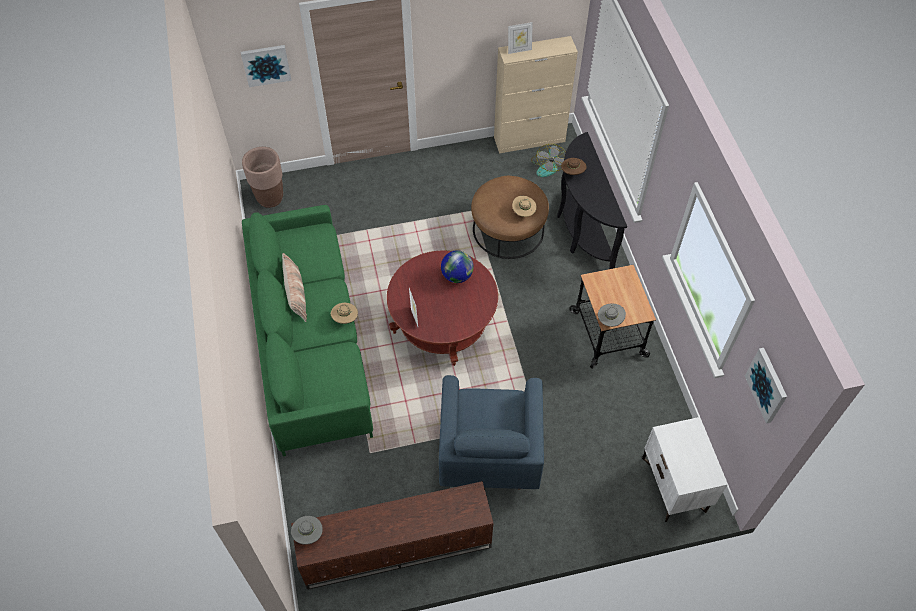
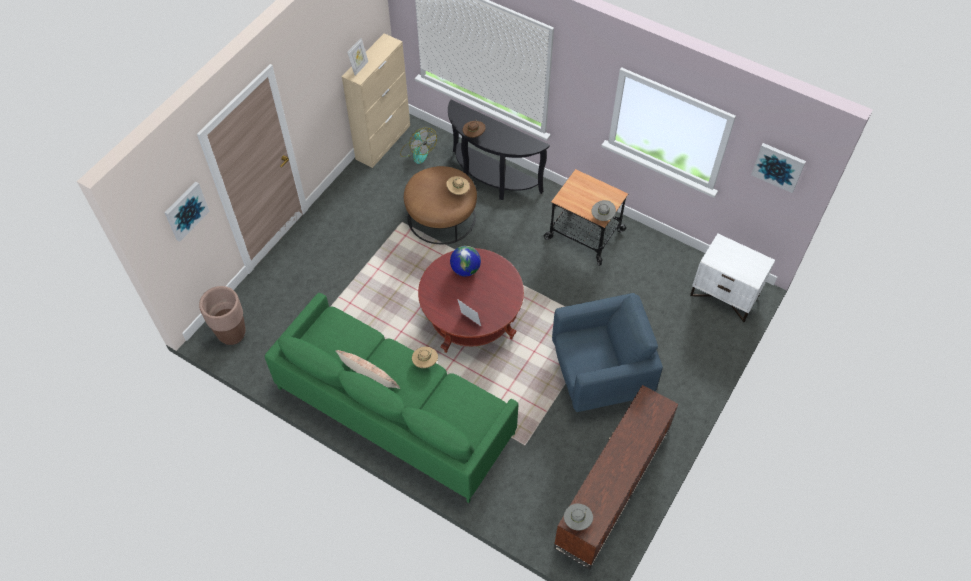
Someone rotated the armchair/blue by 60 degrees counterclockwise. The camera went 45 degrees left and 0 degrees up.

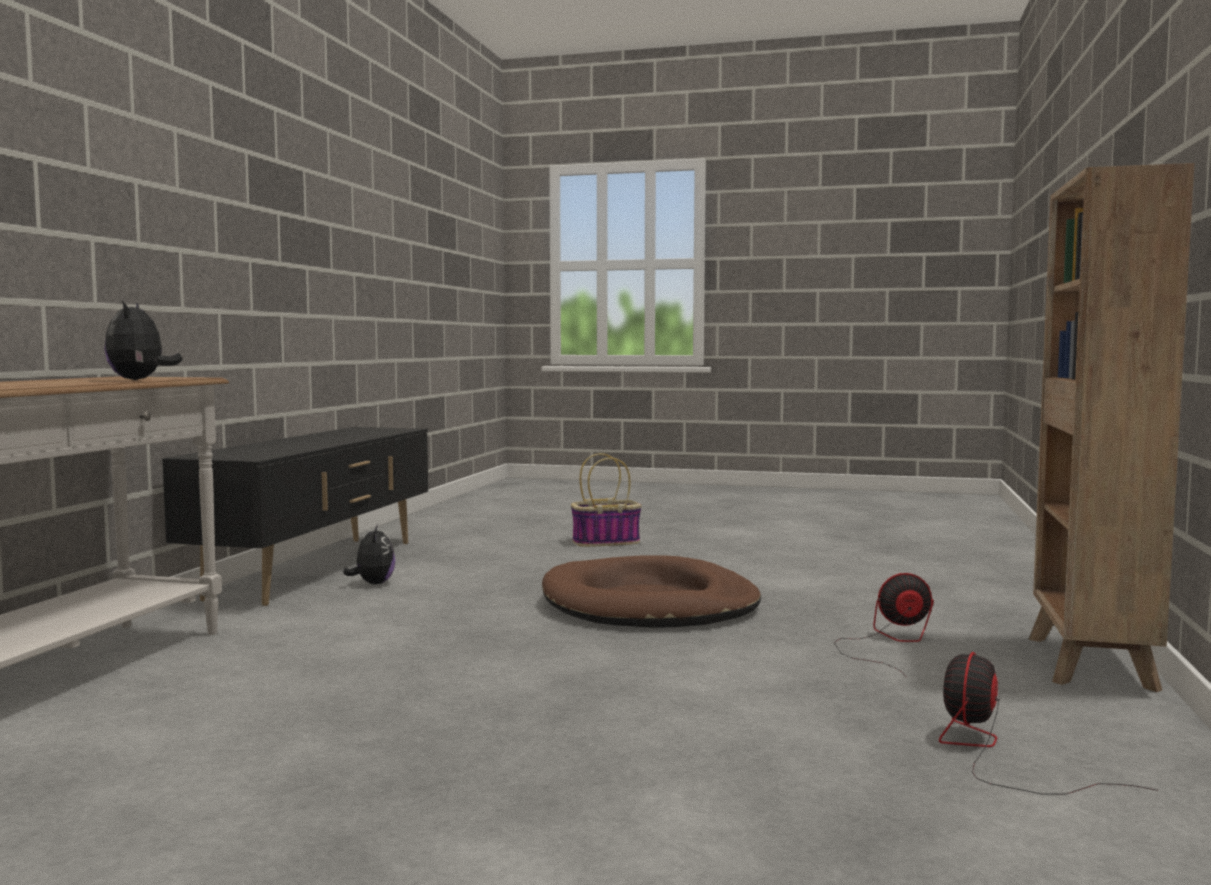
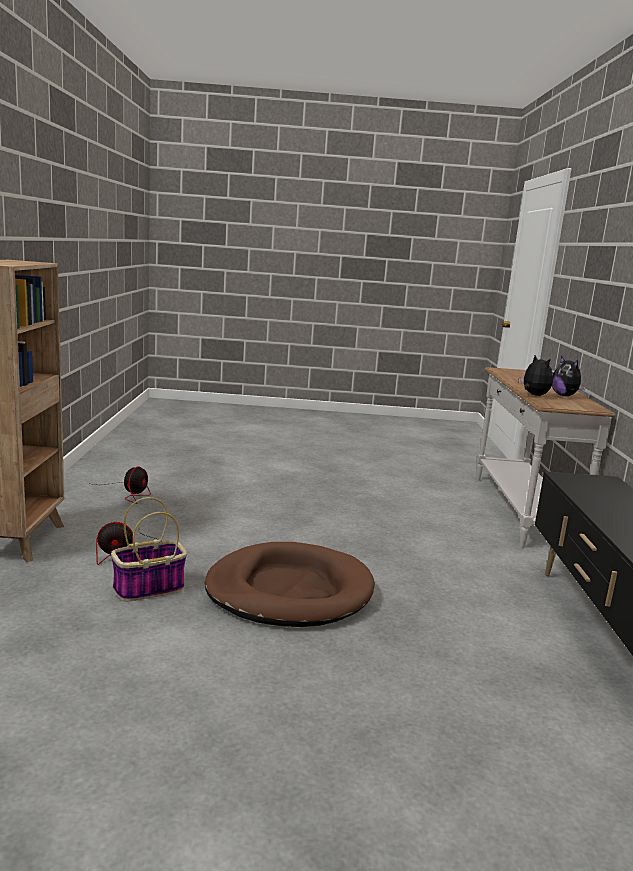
Someone carried the basket. Someone carried the plush toy (no. 2 from left). The camera went 165 degrees right and 10 degrees up.

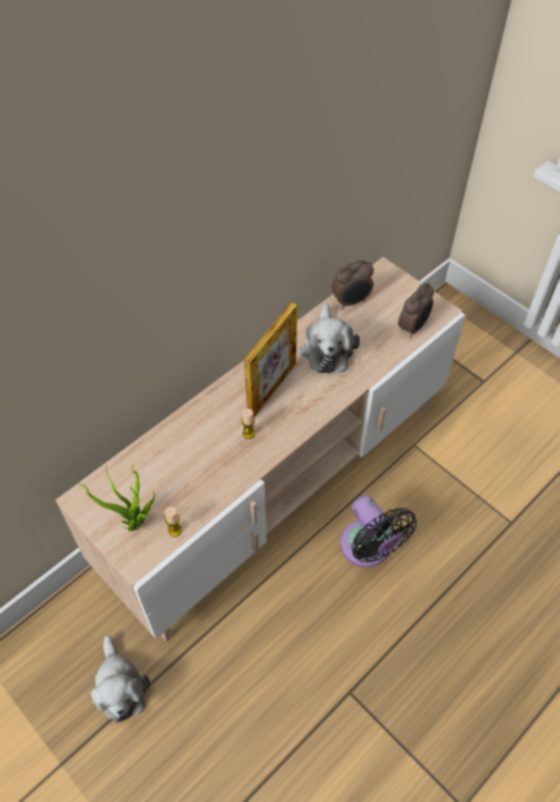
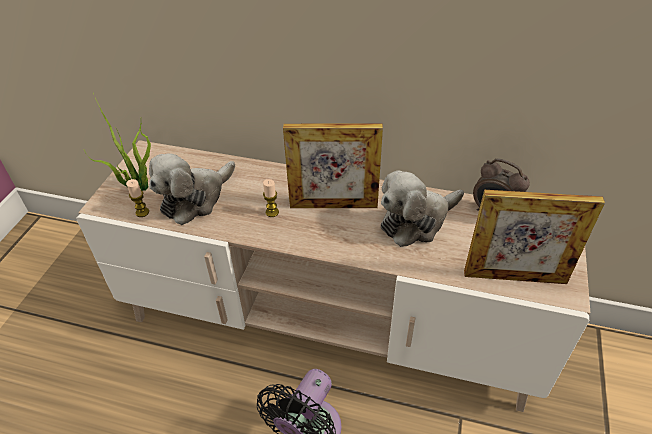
Someone carried the plush toy (no. 1 from left). Someone swapped the alarm clock (no. 2 from left) for the picture frame (no. 2 from left). The camera went 60 degrees right and 10 degrees down.

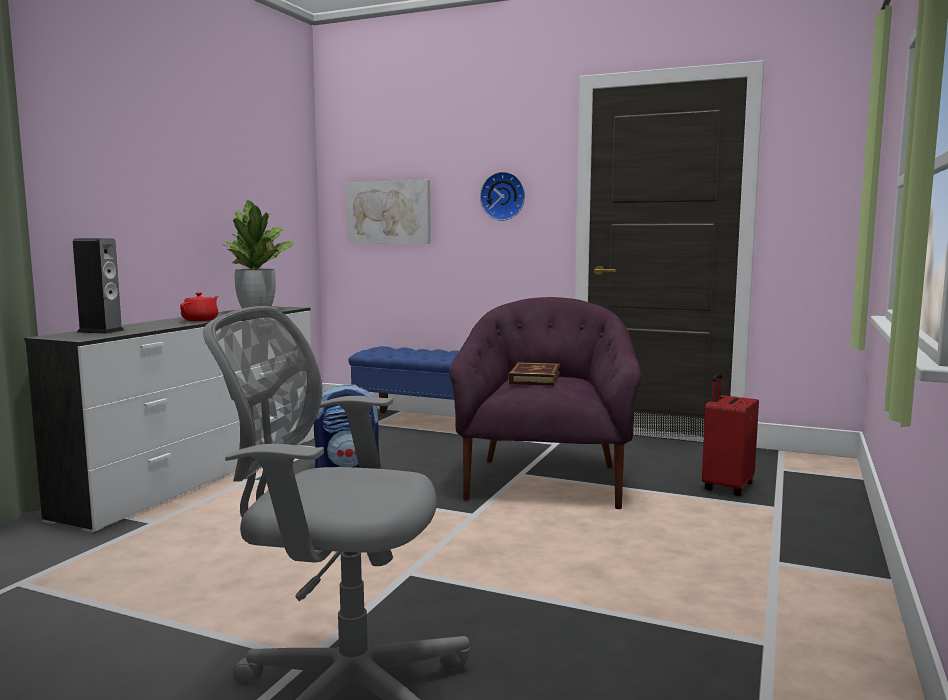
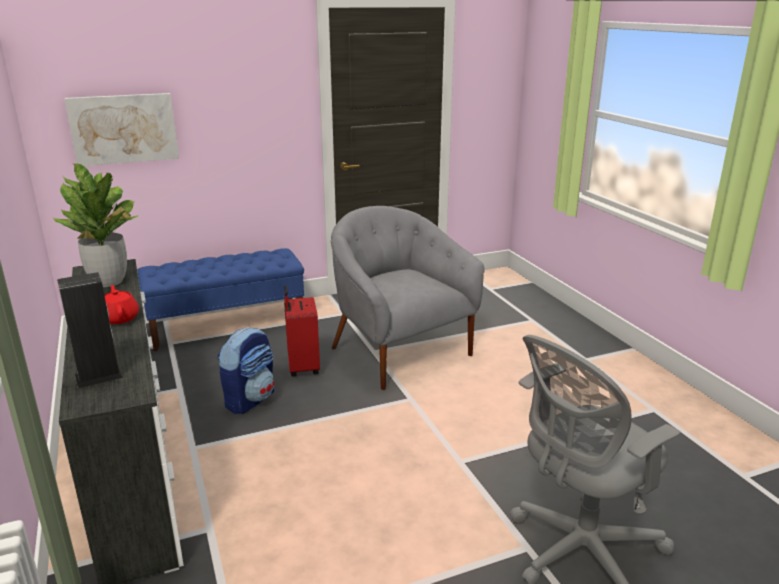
Someone carried the suitcase/red. Someone repainted the armchair/purple, which became the armchair/grey. Someone took away the wall clock. Someone took away the book. The camera went 45 degrees left and 15 degrees up.

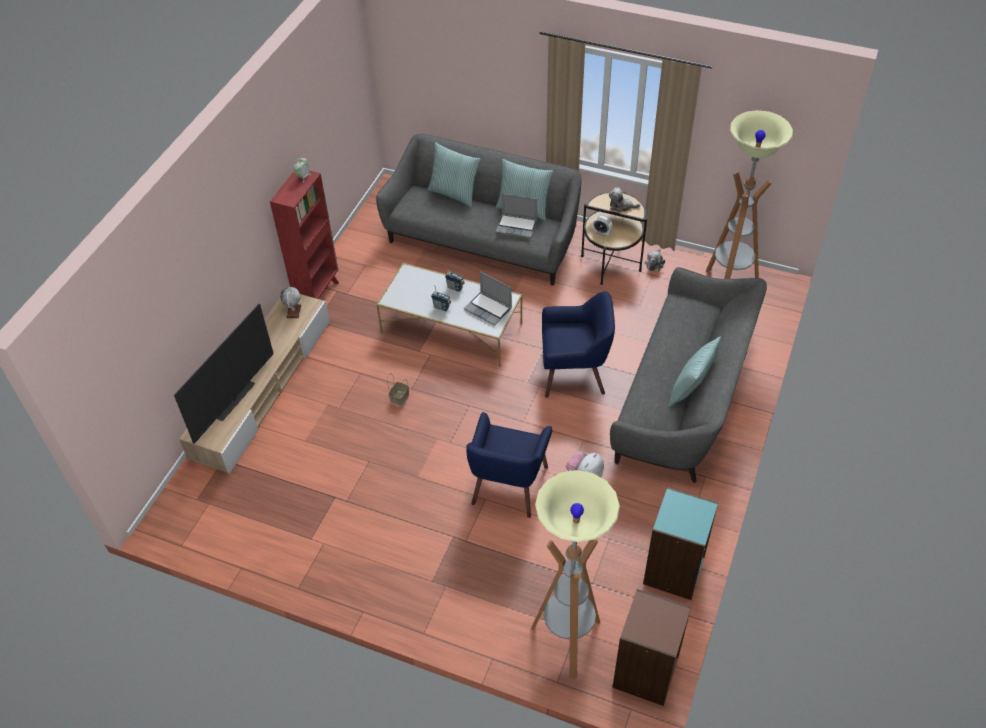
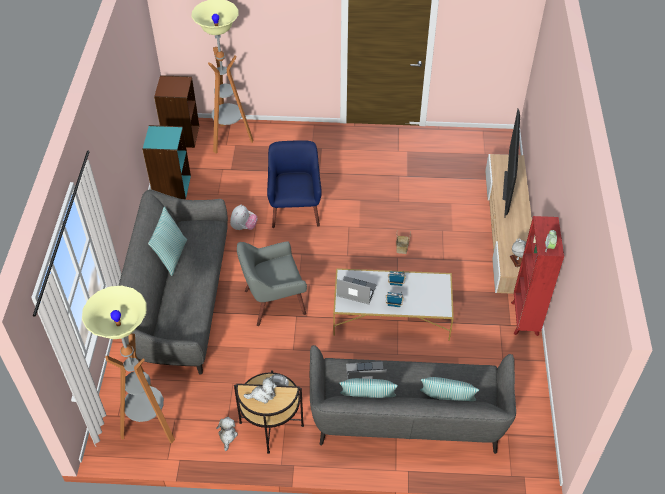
Someone repainted the armchair/blue (no. 2 from left), which became the armchair/grey. The camera went 160 degrees right and 0 degrees up.

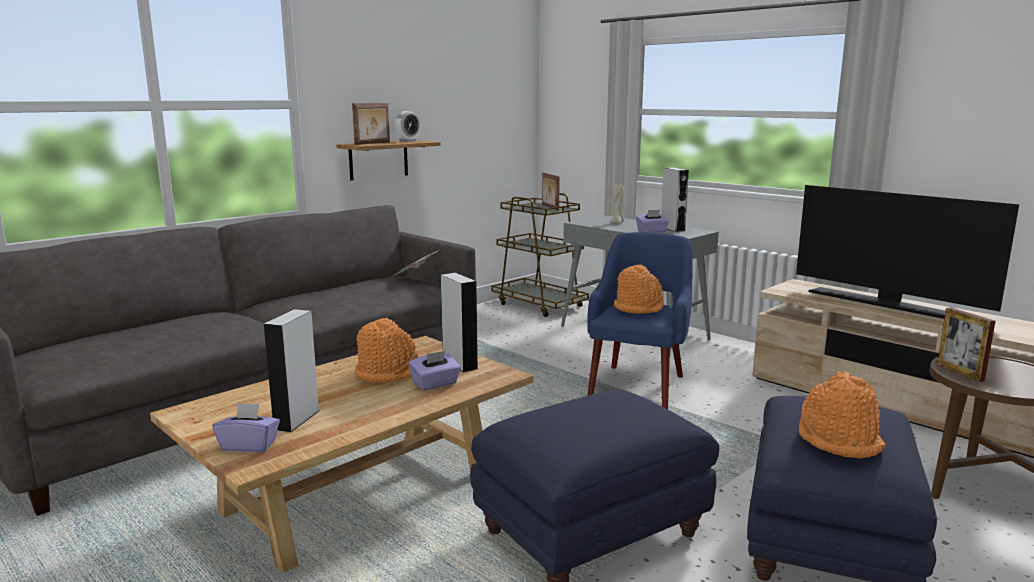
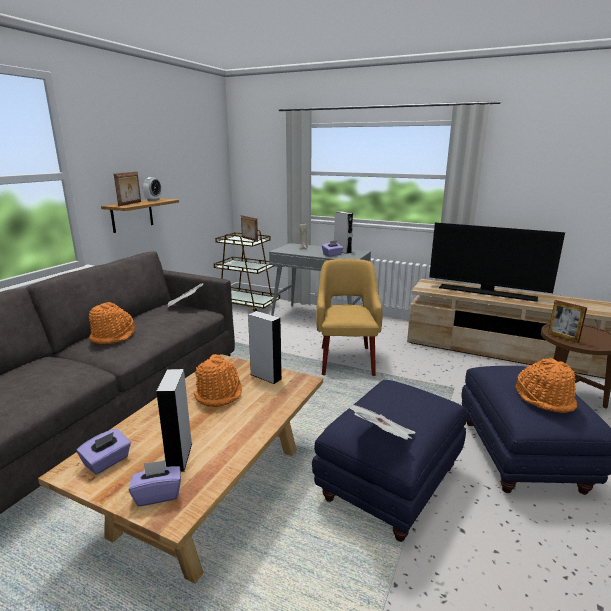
Someone carried the tissue box/purple (no. 2 from left in the first image). Someone carried the hat/orange (no. 2 from left in the first image). Someone repainted the armchair/blue, which became the armchair/yellow. Someone put down the newspaper (no. 2 from left). The camera went 20 degrees left and 5 degrees up.

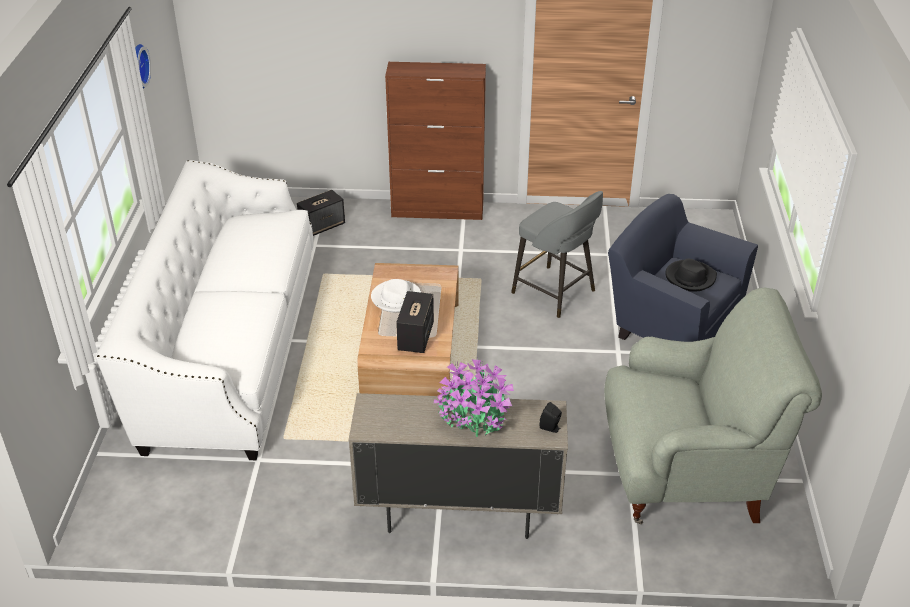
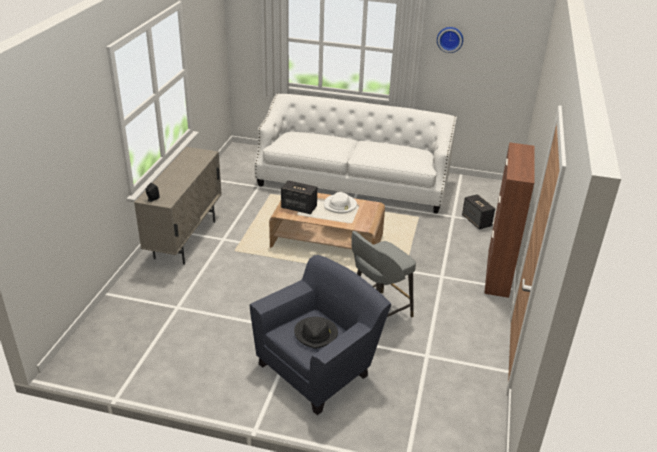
Someone took away the potted plant. Someone took away the armchair/grey. The camera went 100 degrees right and 5 degrees down.

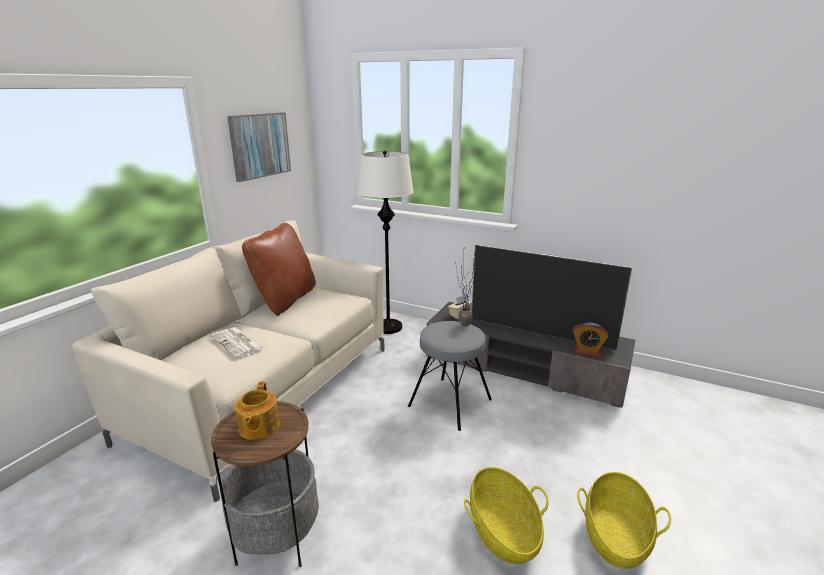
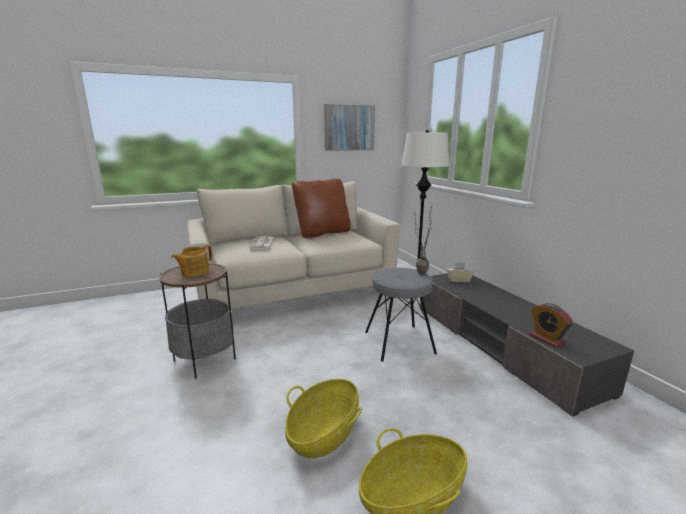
Someone took away the television. The camera went 40 degrees right and 5 degrees down.

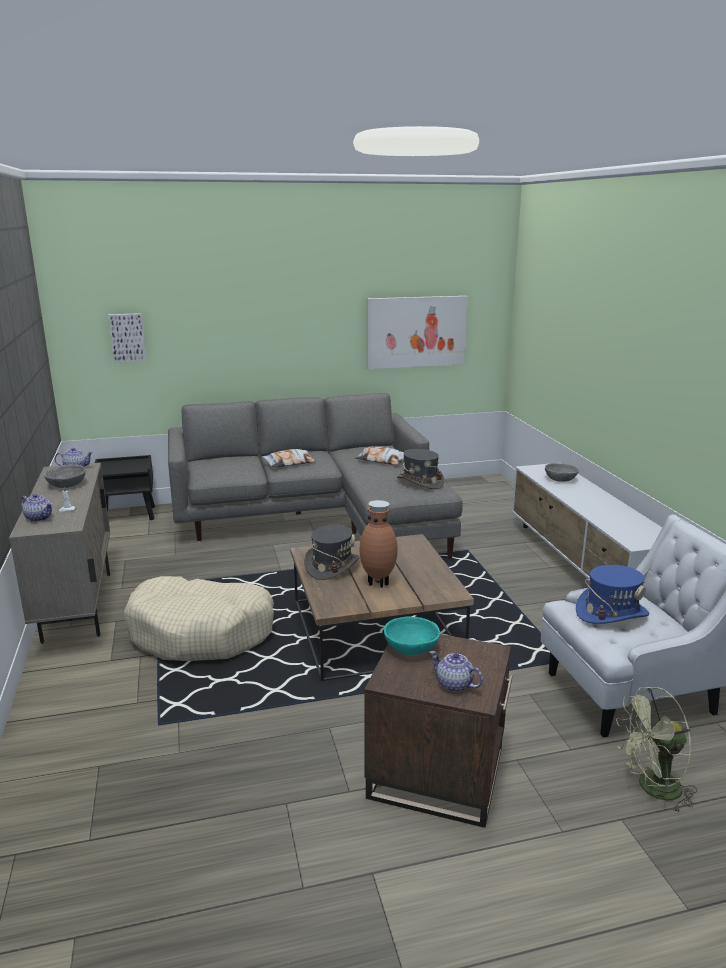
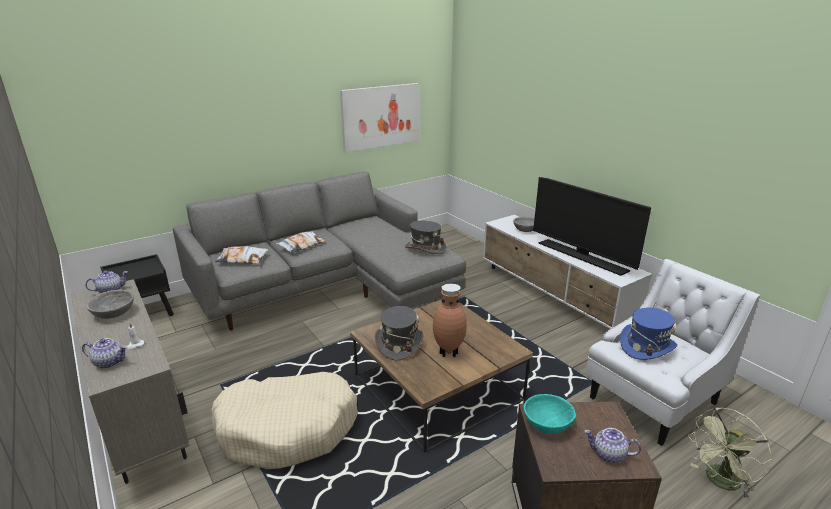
Someone carried the pillow (no. 2 from left in the first image). Someone put down the television. Someone took away the picture (no. 1 from left). The camera went 20 degrees left and 5 degrees up.

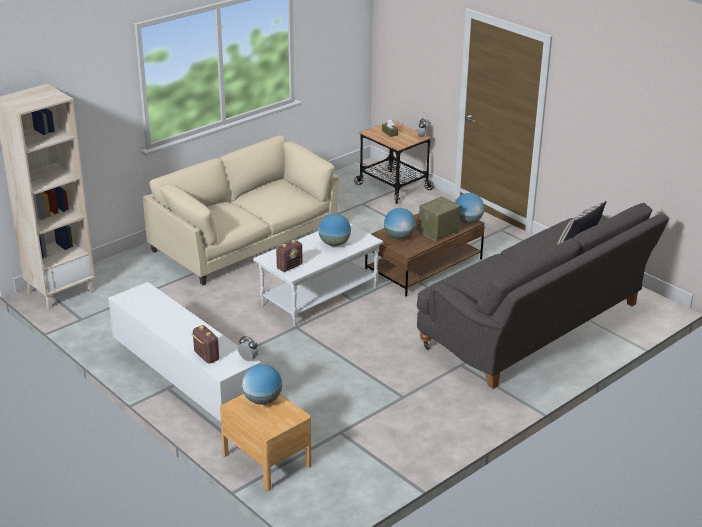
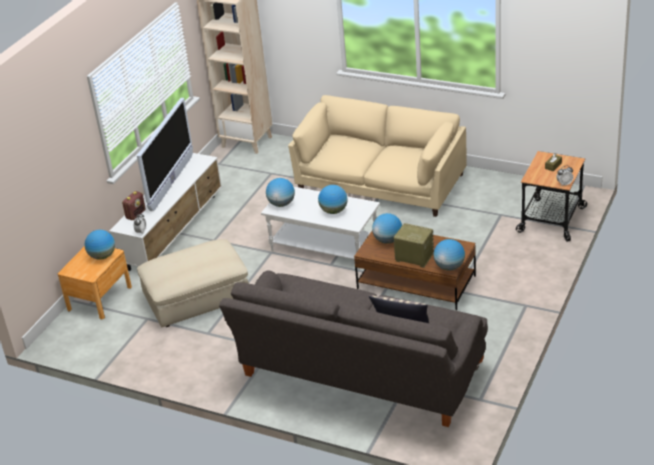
Someone put down the television. Someone put down the ottoman/beige. Someone swapped the radio (no. 2 from left) for the globe (no. 2 from left). The camera went 70 degrees right and 5 degrees up.

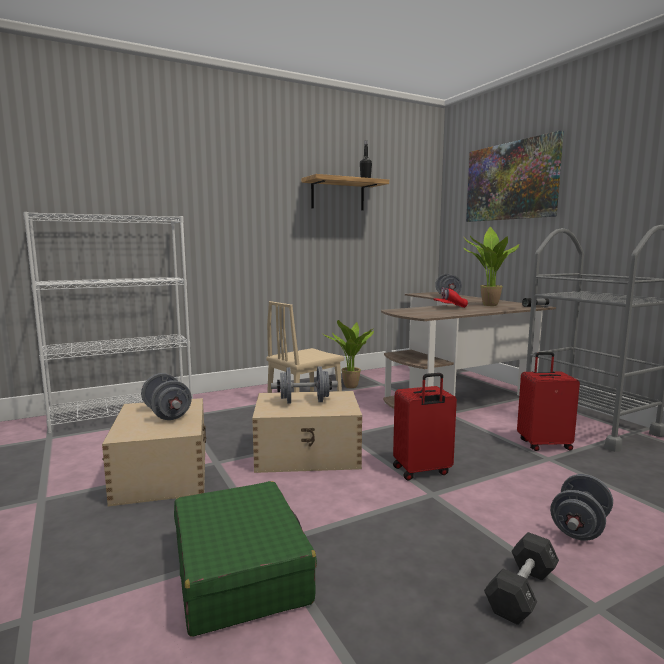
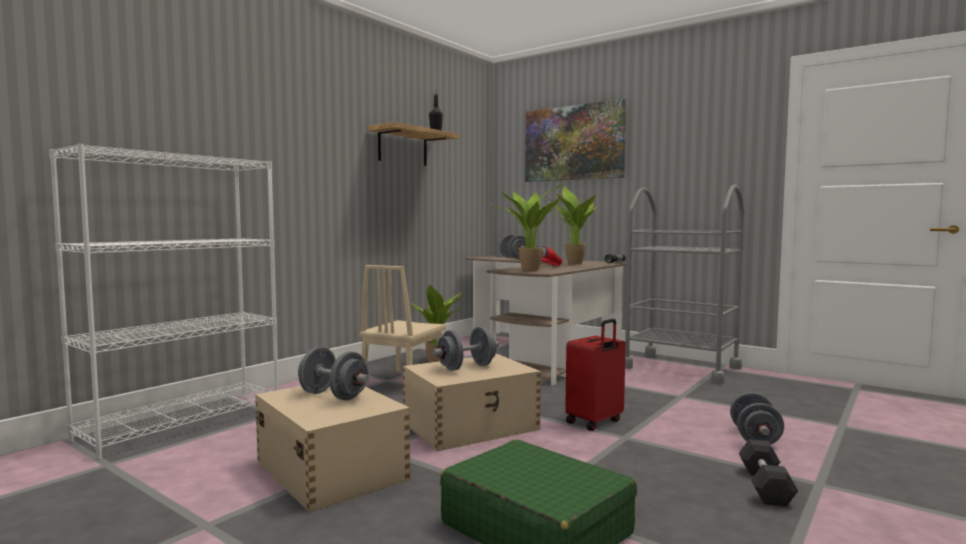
Someone put down the potted plant (no. 2 from left). Someone took away the suitcase/red (no. 2 from left). The camera went 25 degrees left and 5 degrees down.

